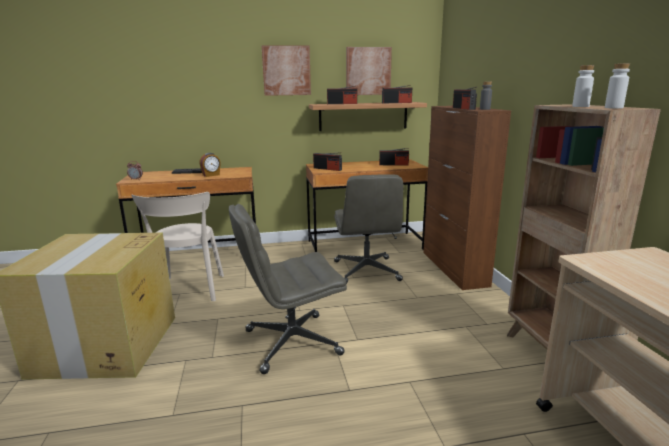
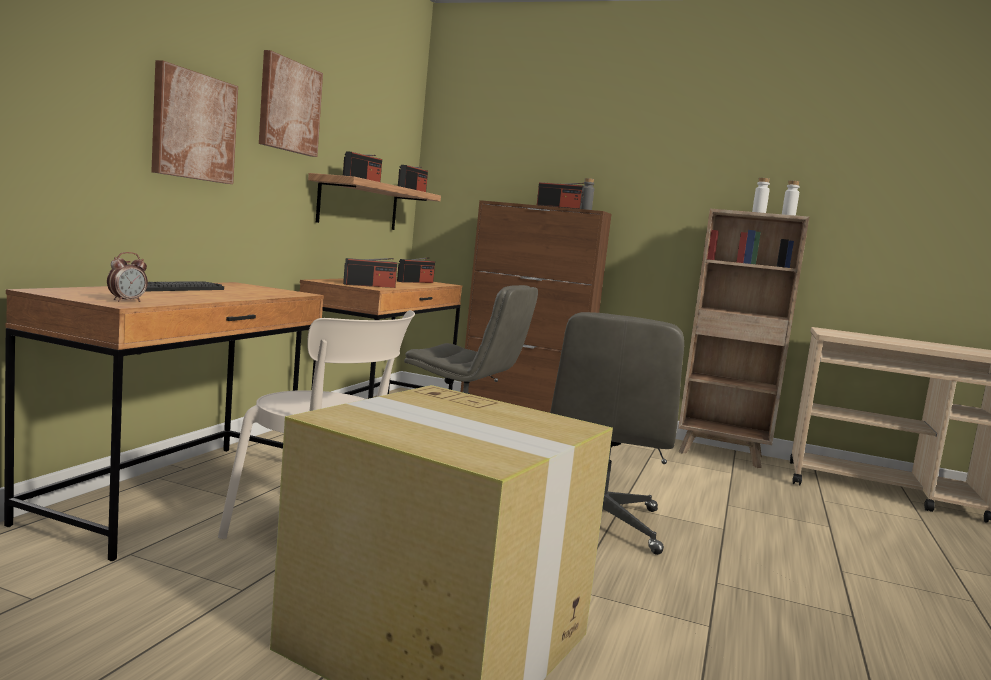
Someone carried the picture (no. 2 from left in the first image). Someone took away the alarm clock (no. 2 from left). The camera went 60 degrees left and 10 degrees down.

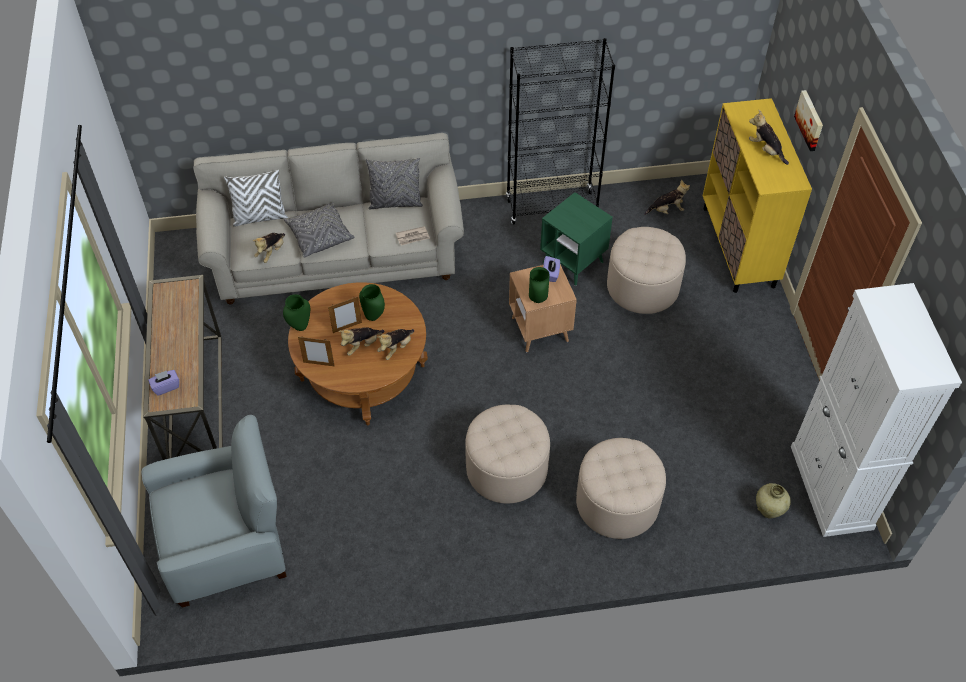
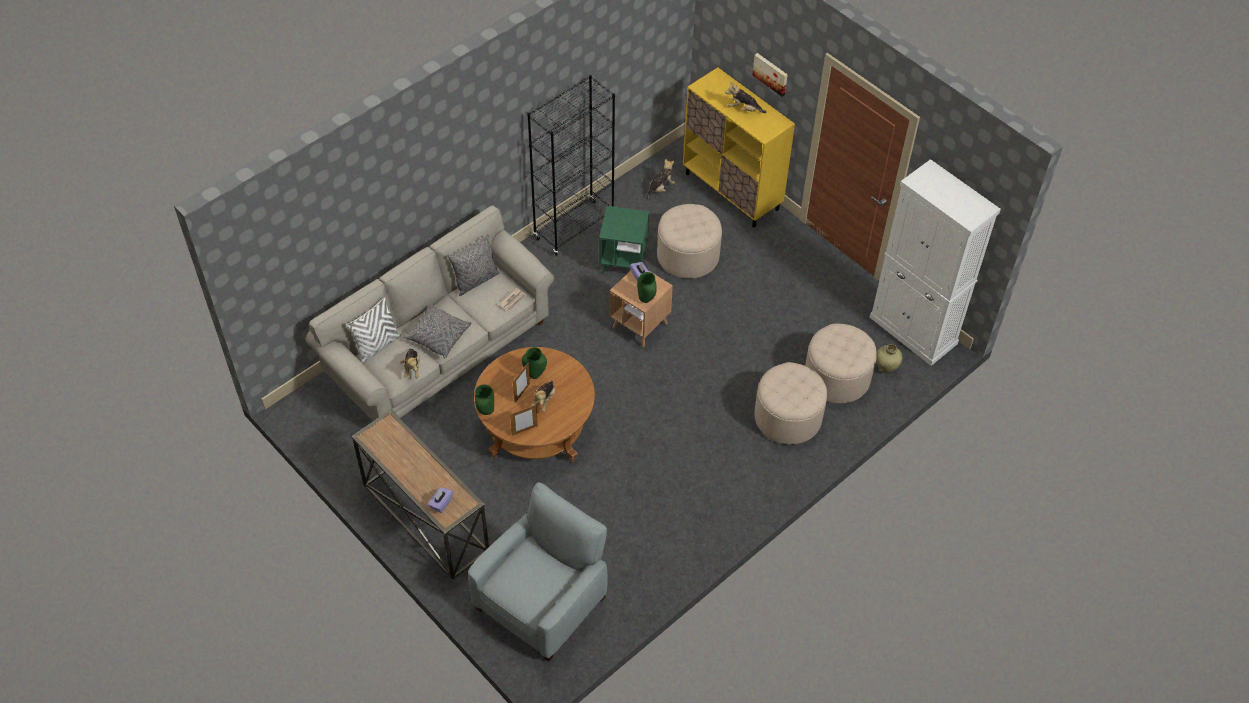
Someone carried the ottoman/beige (no. 1 from left in the first image). Someone took away the plush toy (no. 3 from left). The camera went 35 degrees left and 0 degrees up.

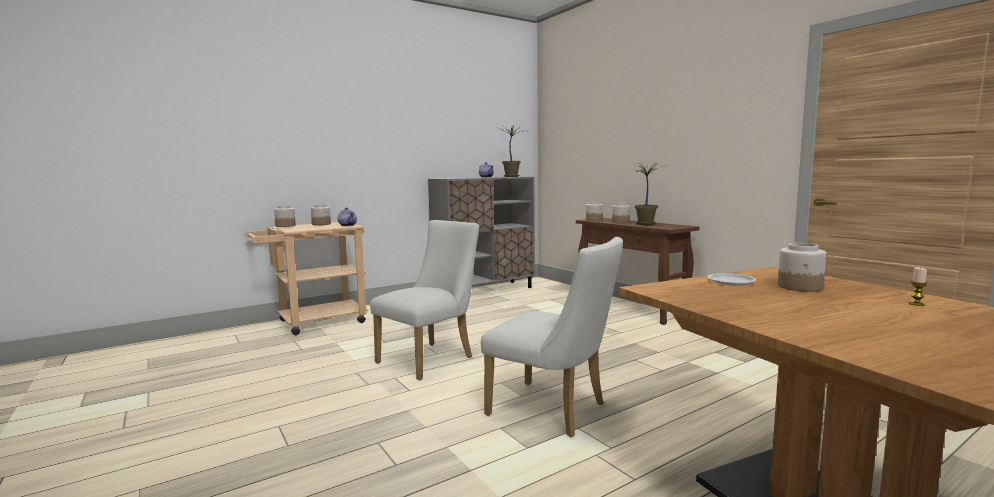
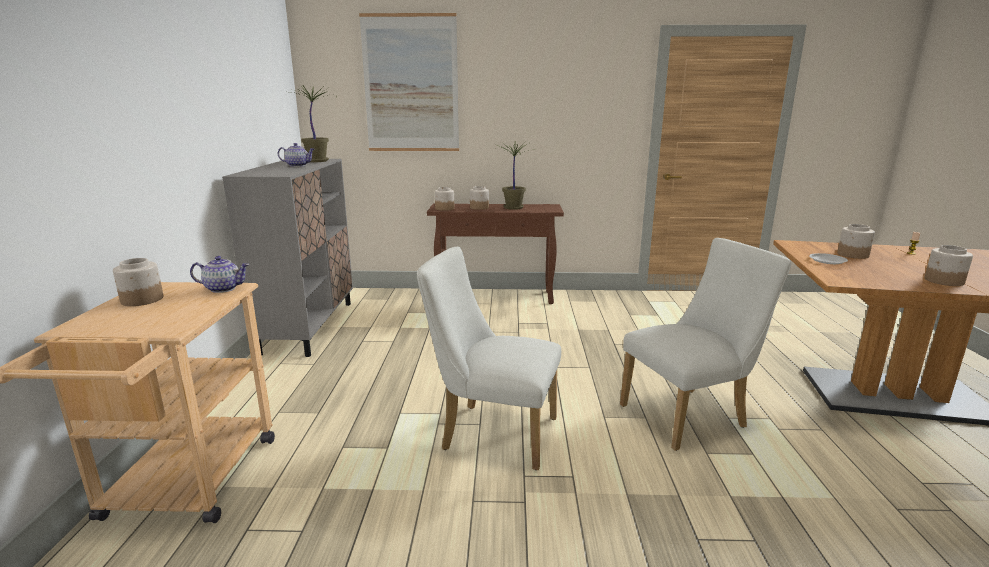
Someone put up the picture. Someone rotated the chair/white (no. 1 from left) by 60 degrees counterclockwise. Someone carried the jar (no. 1 from left in the first image). The camera went 55 degrees left and 10 degrees up.

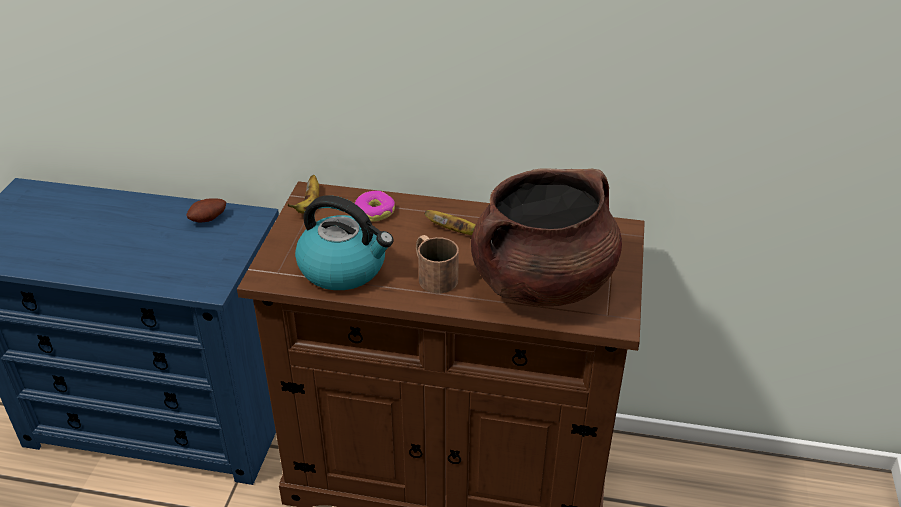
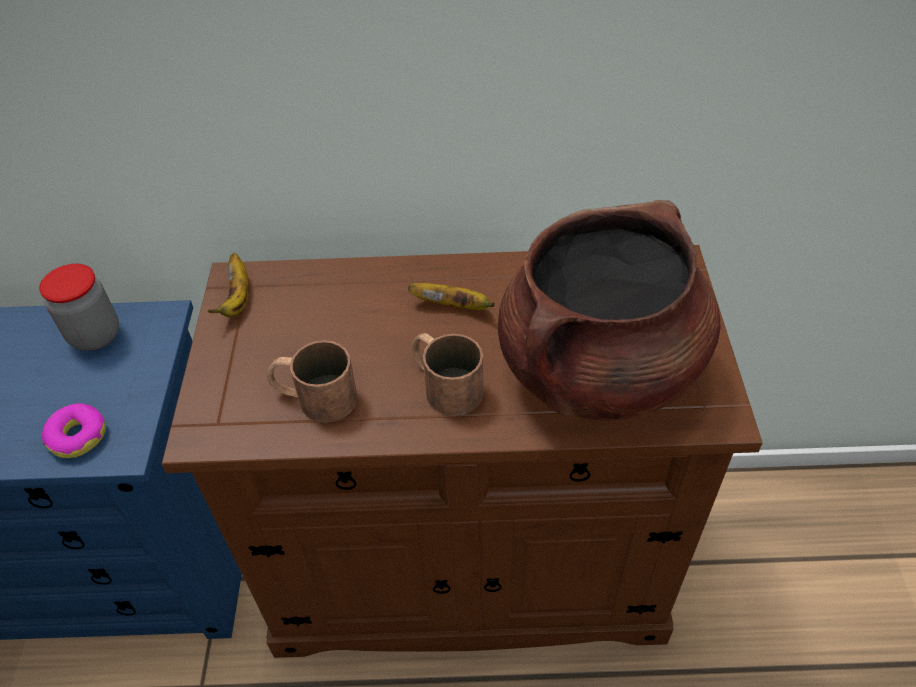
Someone swapped the potato for the jar. Someone carried the donut. Someone swapped the kettle for the mug/brown (no. 1 from left). The camera went 10 degrees left and 10 degrees up.

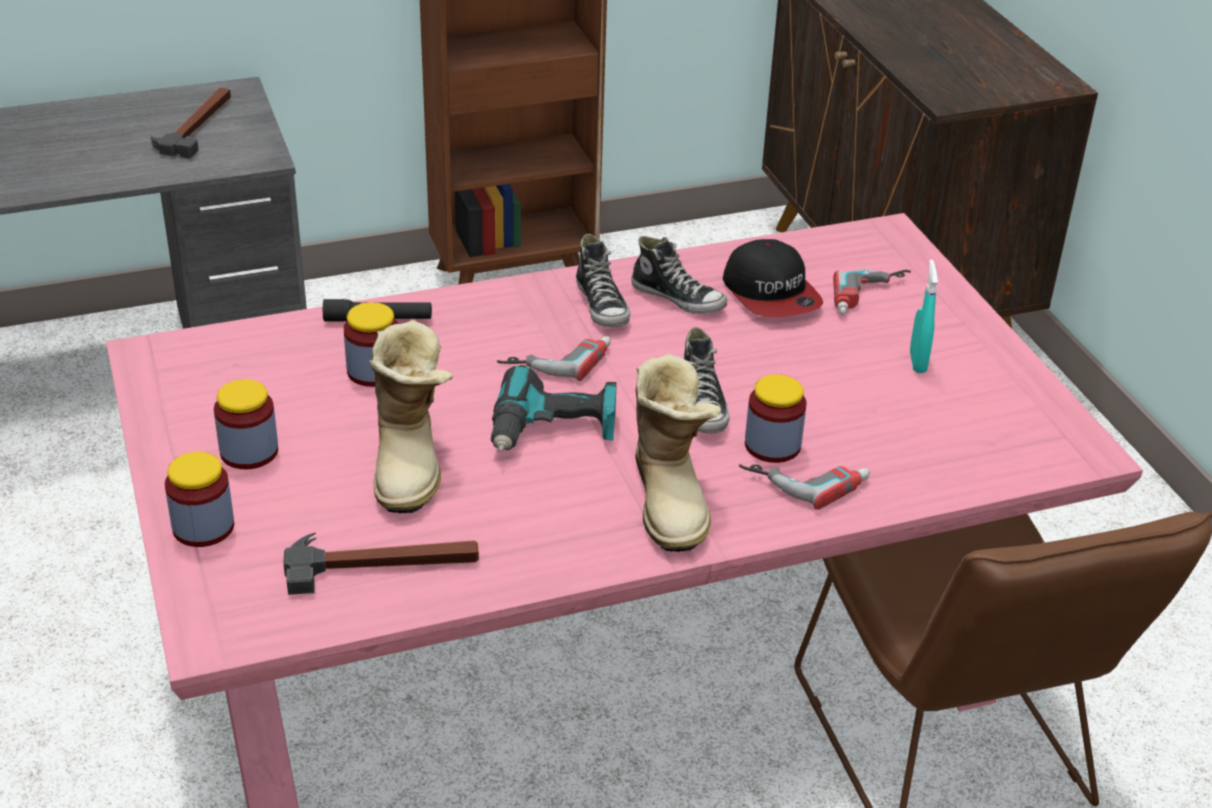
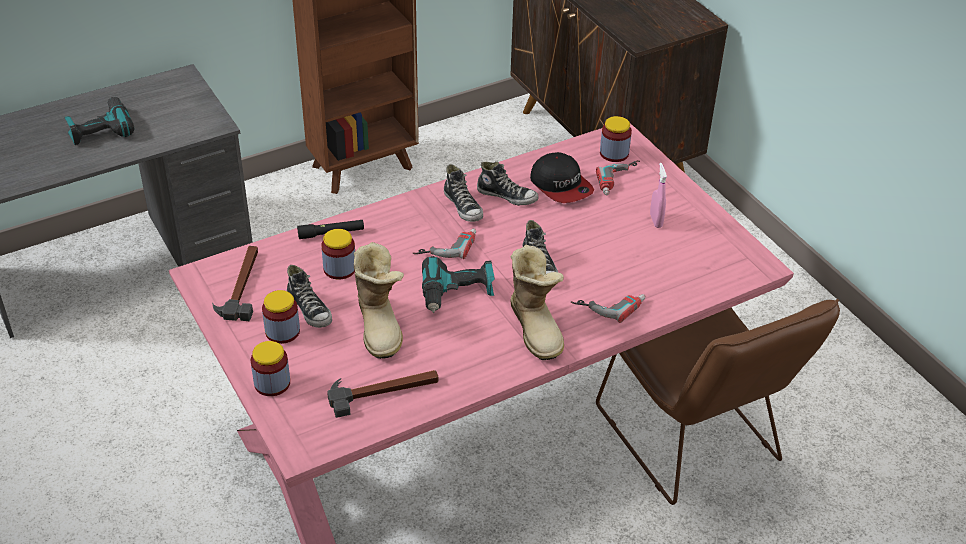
Someone put down the power drill (no. 1 from left). Someone carried the hammer (no. 1 from left). Someone put down the shoe (no. 1 from left). Someone carried the jar (no. 4 from left). Someone repainted the spray bottle/turquoise, which became the spray bottle/pink. The camera went 10 degrees left and 5 degrees up.

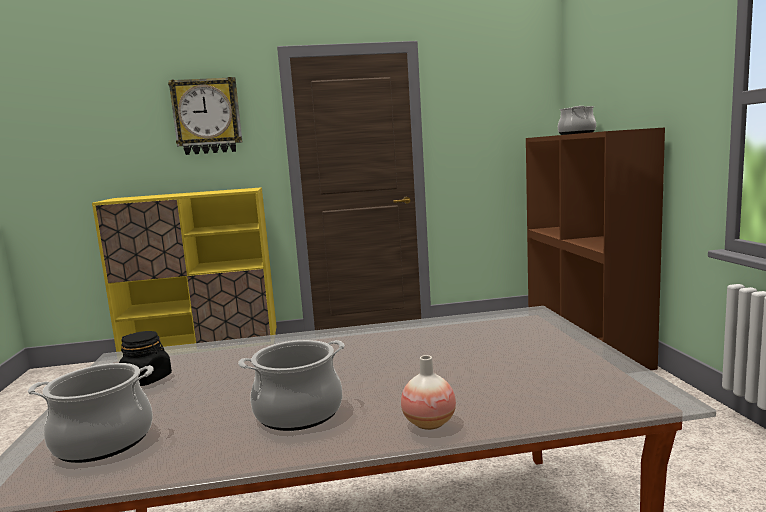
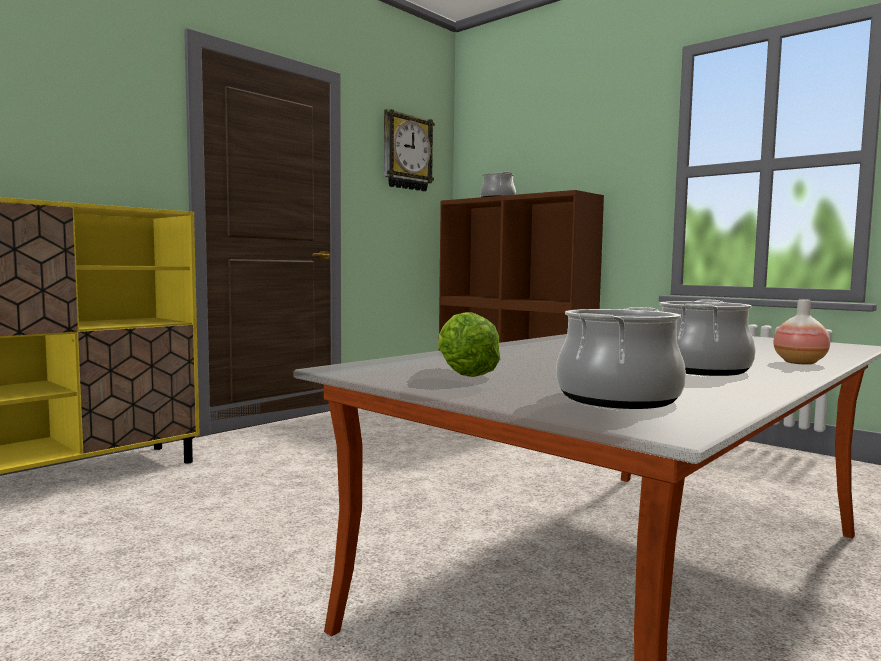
Someone carried the wall clock. Someone swapped the jar/black for the lettuce. The camera went 40 degrees left and 5 degrees down.

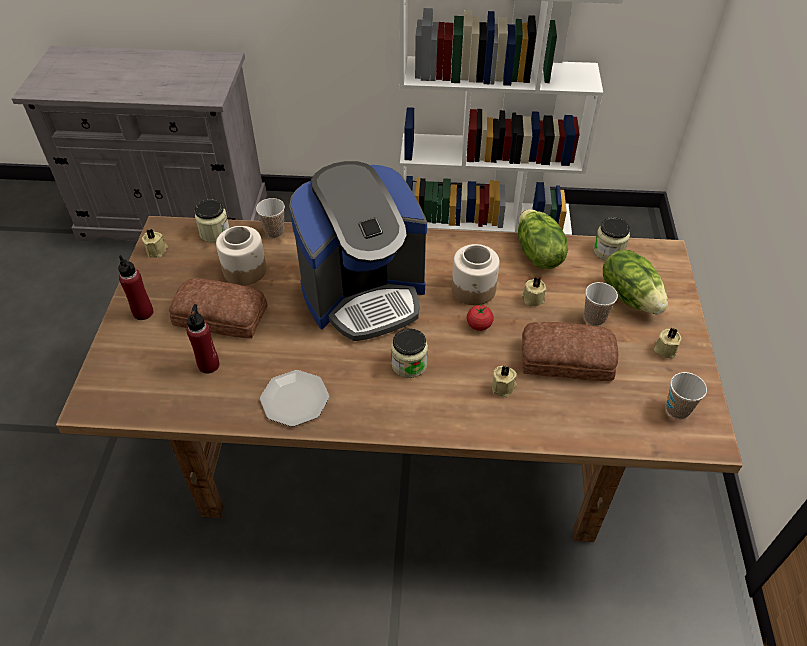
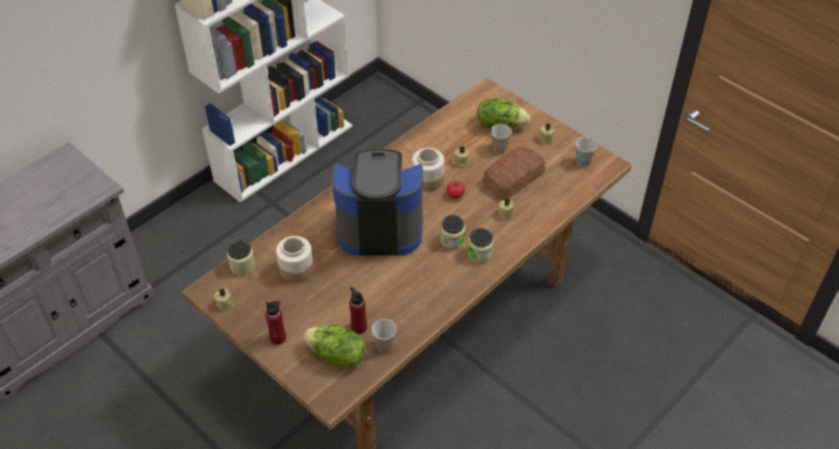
Someone carried the lettuce (no. 1 from left). Someone rotated the coffee machine by 105 degrees counterclockwise. Someone carried the cup (no. 1 from left). Someone carried the jar (no. 5 from left). Someone took away the bread (no. 1 from left). Someone took away the plate. The camera went 50 degrees left and 0 degrees up.

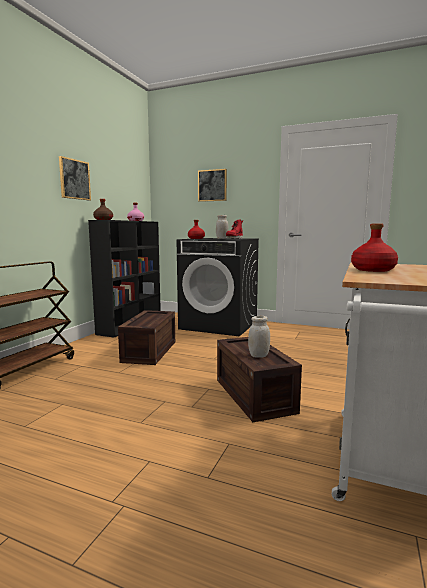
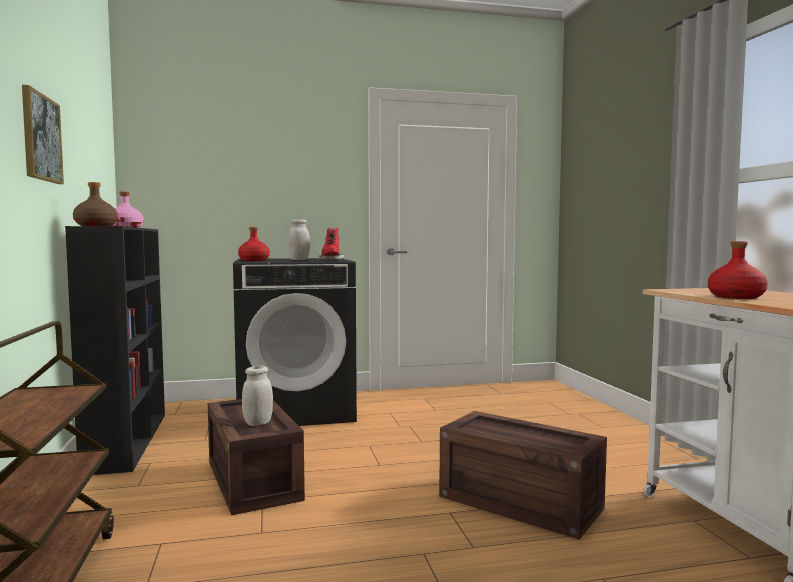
Someone carried the jar/white (no. 2 from left in the first image). Someone took away the picture (no. 2 from left). The camera went 35 degrees left and 5 degrees down.

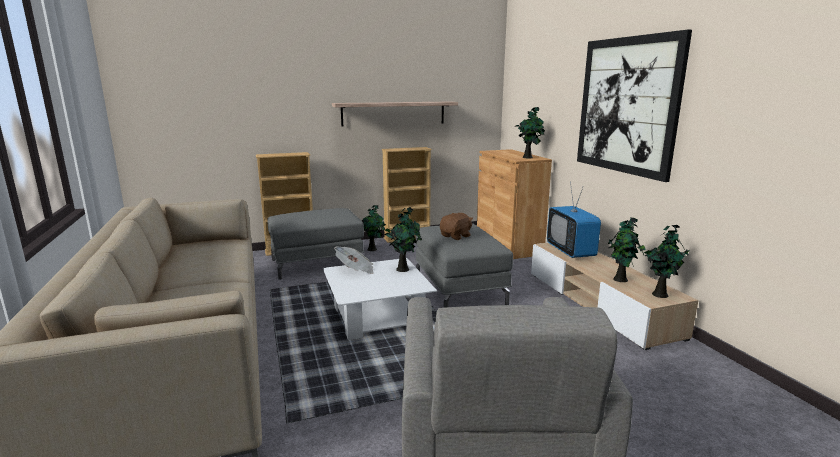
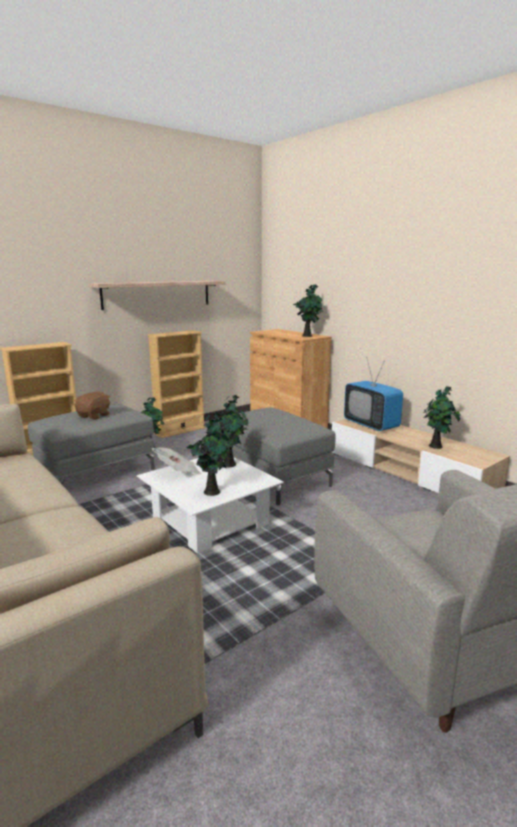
Someone carried the plush toy/brown. Someone carried the potted plant (no. 5 from left in the first image). Someone took away the picture. The camera went 20 degrees left and 0 degrees up.

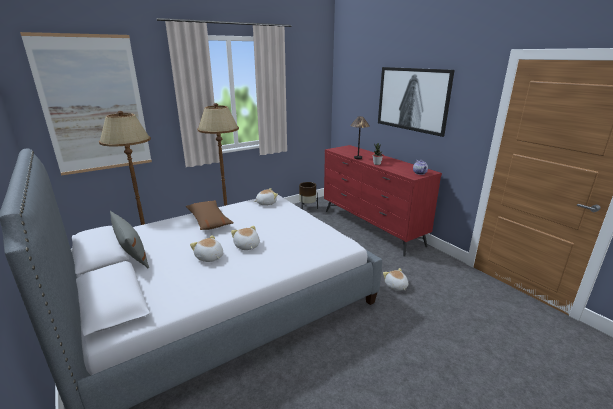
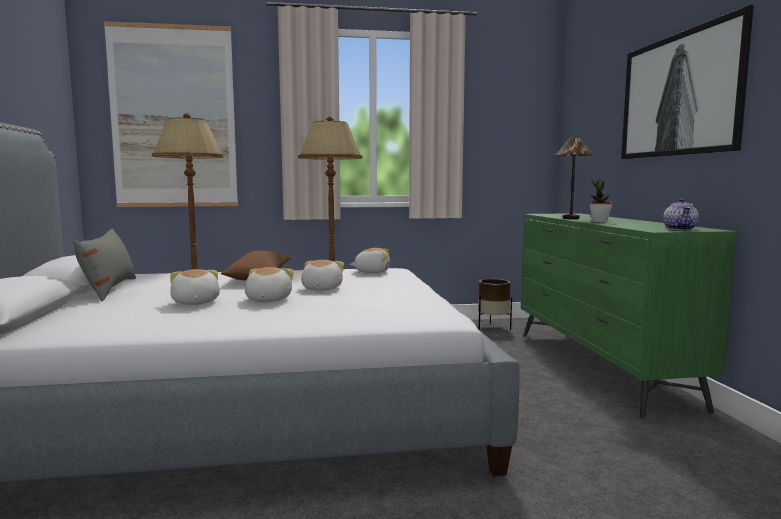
Someone carried the plush toy (no. 4 from left in the first image). Someone repainted the dresser/red, which became the dresser/green. The camera went 25 degrees right and 15 degrees down.

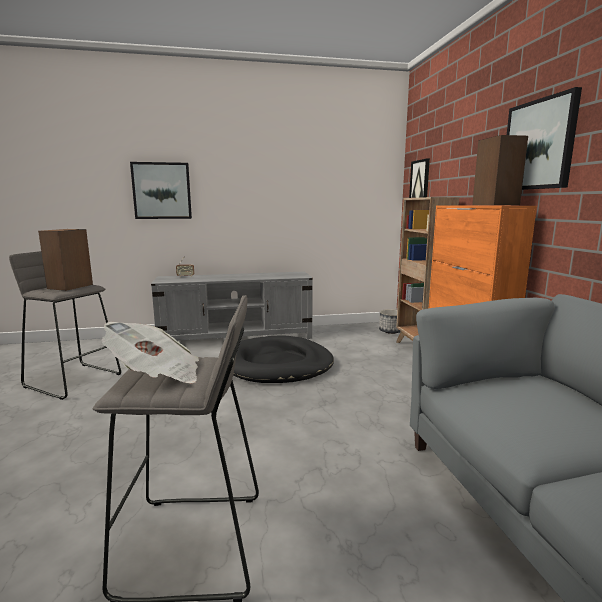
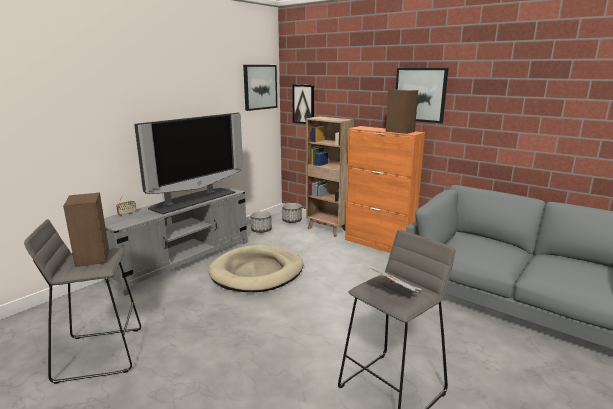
Someone put down the television. Someone repainted the dog bed/black, which became the dog bed/beige. Someone carried the picture (no. 1 from left). Someone put down the planter (no. 1 from left). The camera went 40 degrees left and 5 degrees up.

